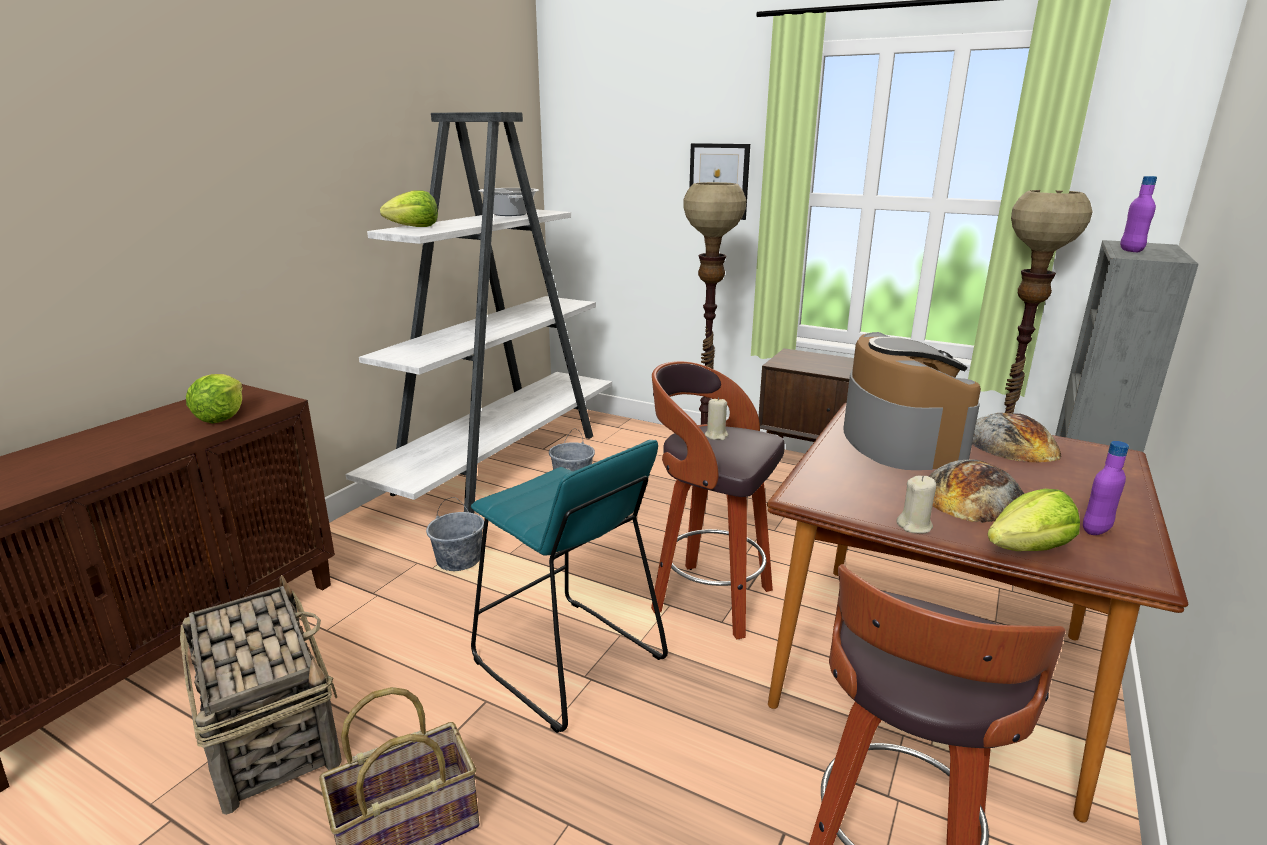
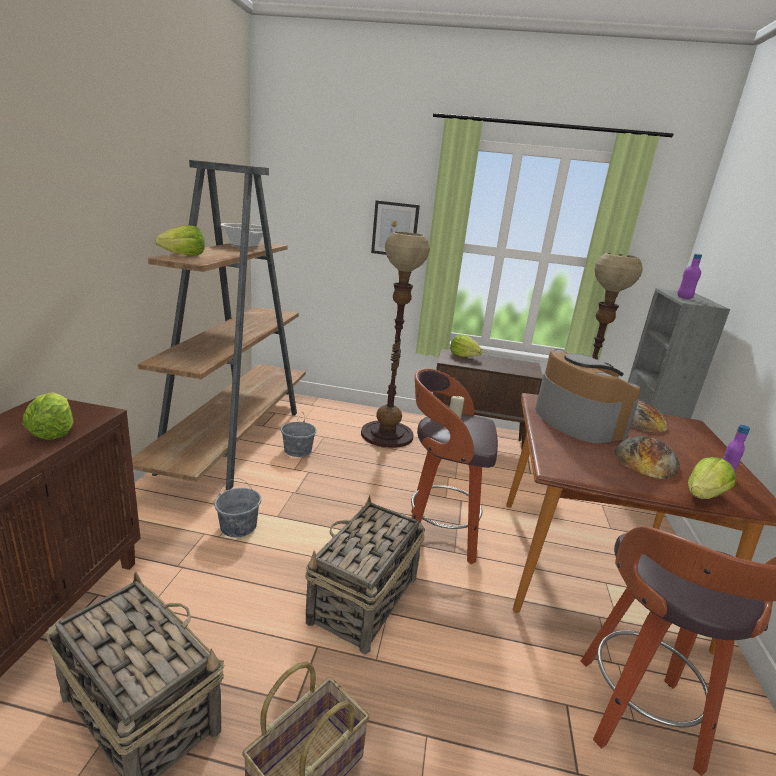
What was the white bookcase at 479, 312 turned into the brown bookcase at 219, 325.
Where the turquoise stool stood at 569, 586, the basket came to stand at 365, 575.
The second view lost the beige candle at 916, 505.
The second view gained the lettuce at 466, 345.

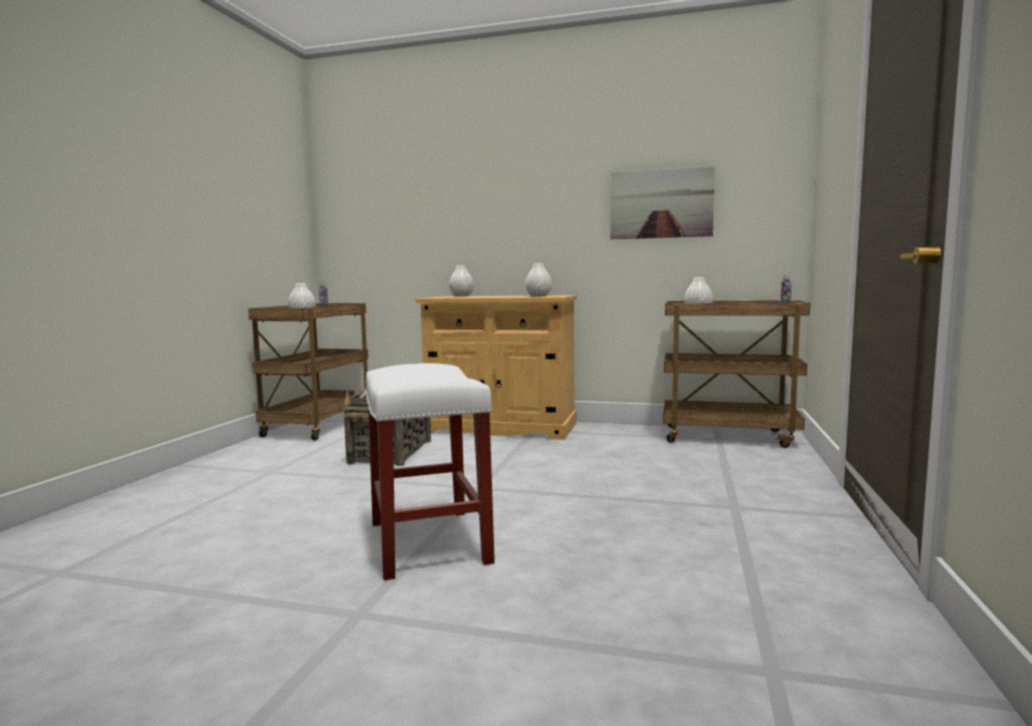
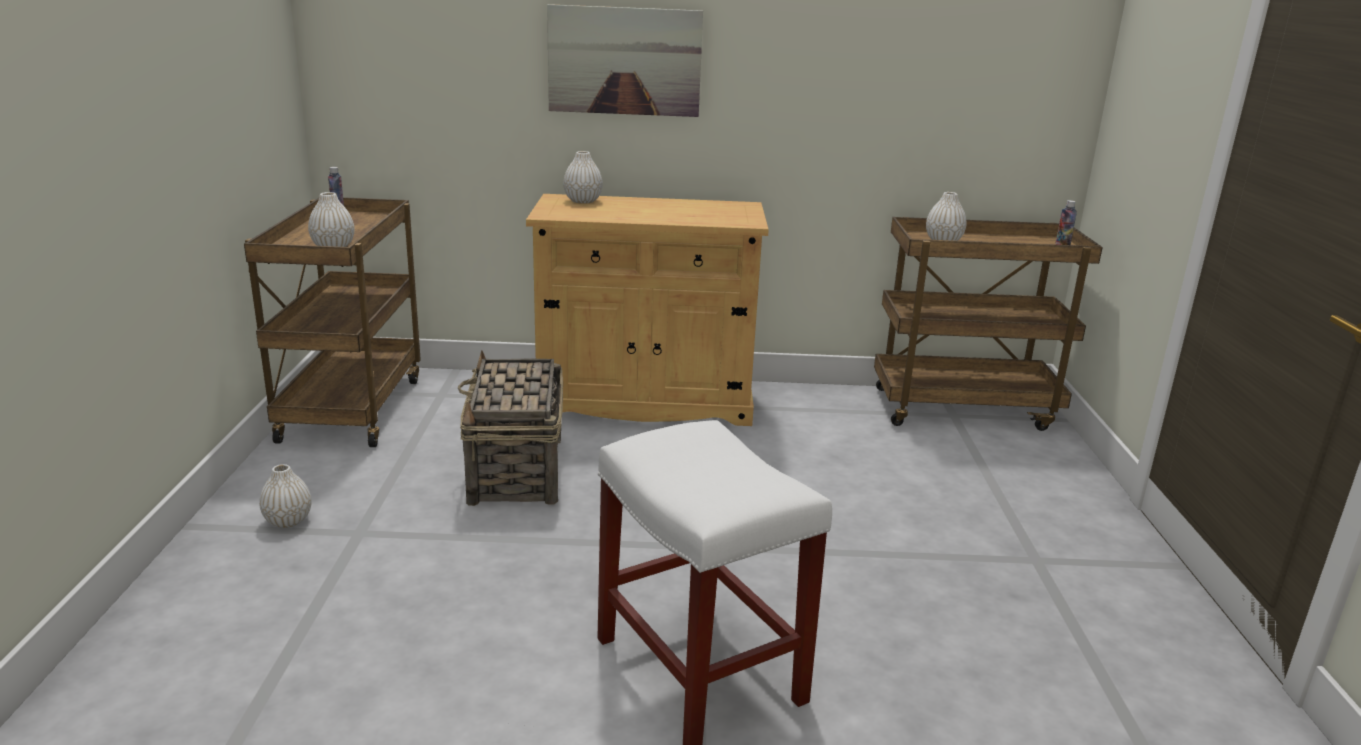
The white vase ended up elsewhere, having gone from 538, 280 to 285, 496.
The picture ended up elsewhere, having gone from 662, 202 to 625, 60.

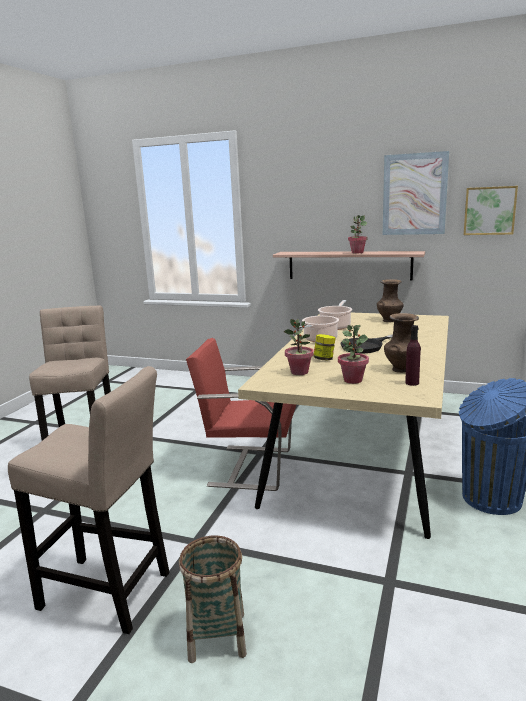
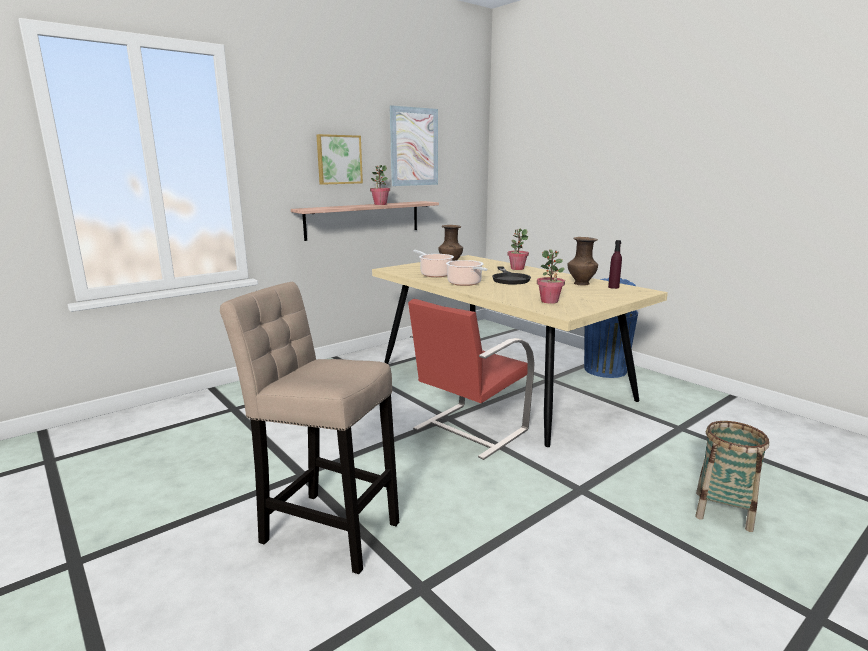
The second view lost the beige stool at 88, 500.
The second view lost the jar at 324, 347.
The potted plant ended up elsewhere, having gone from 353, 354 to 518, 249.
The picture ended up elsewhere, having gone from 491, 210 to 340, 159.

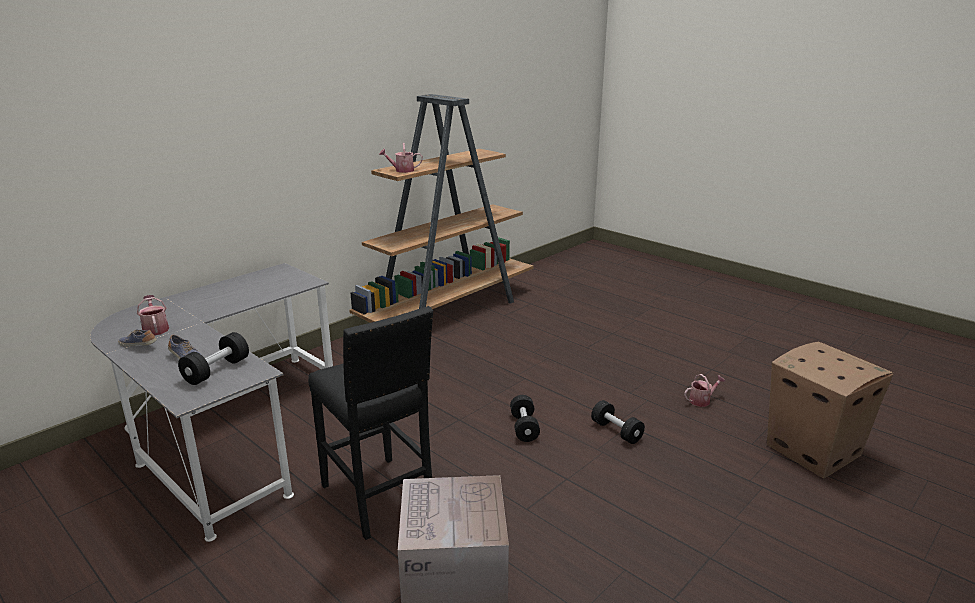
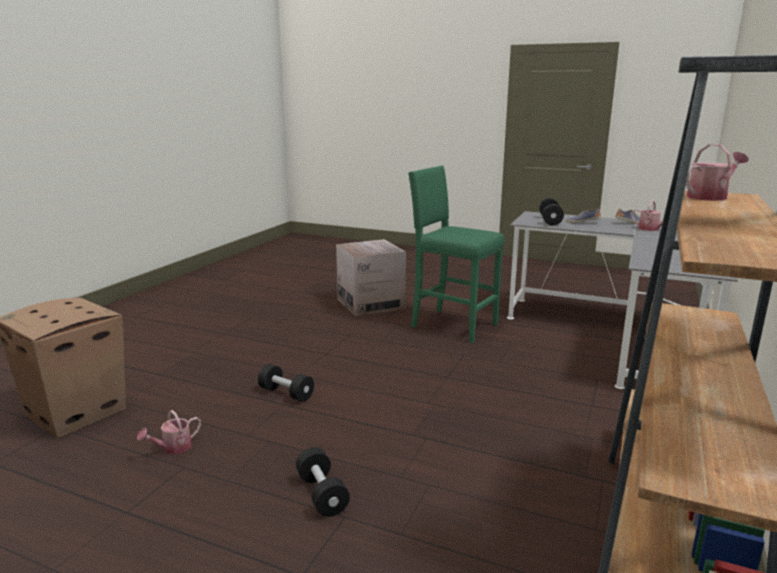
What was the black stool at 370, 423 turned into the green stool at 456, 254.
The black dumbbell ended up elsewhere, having gone from 525, 418 to 323, 482.

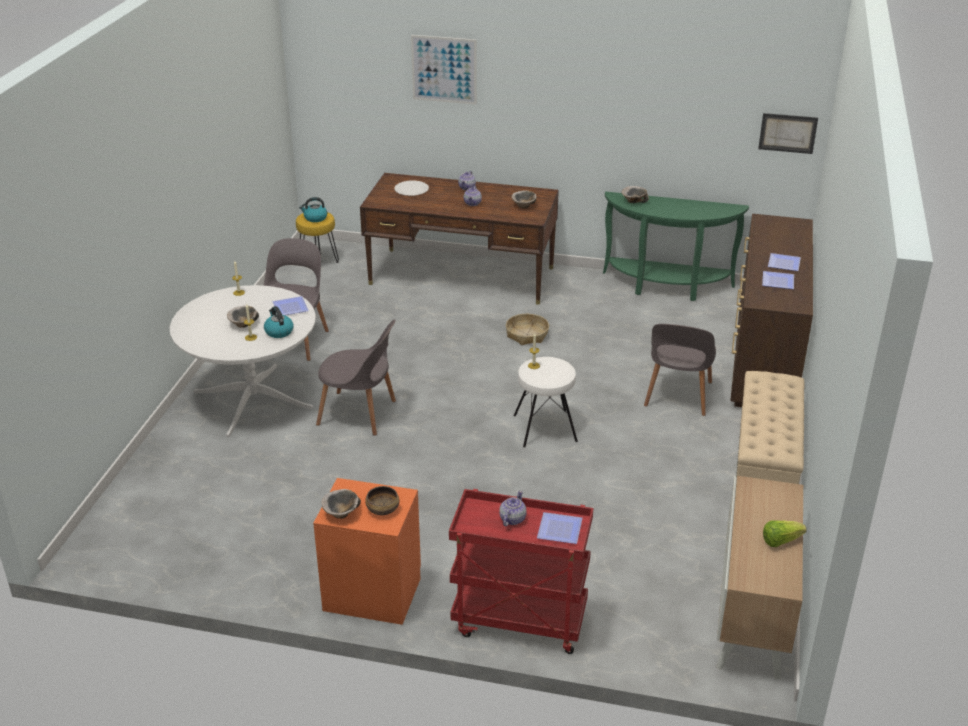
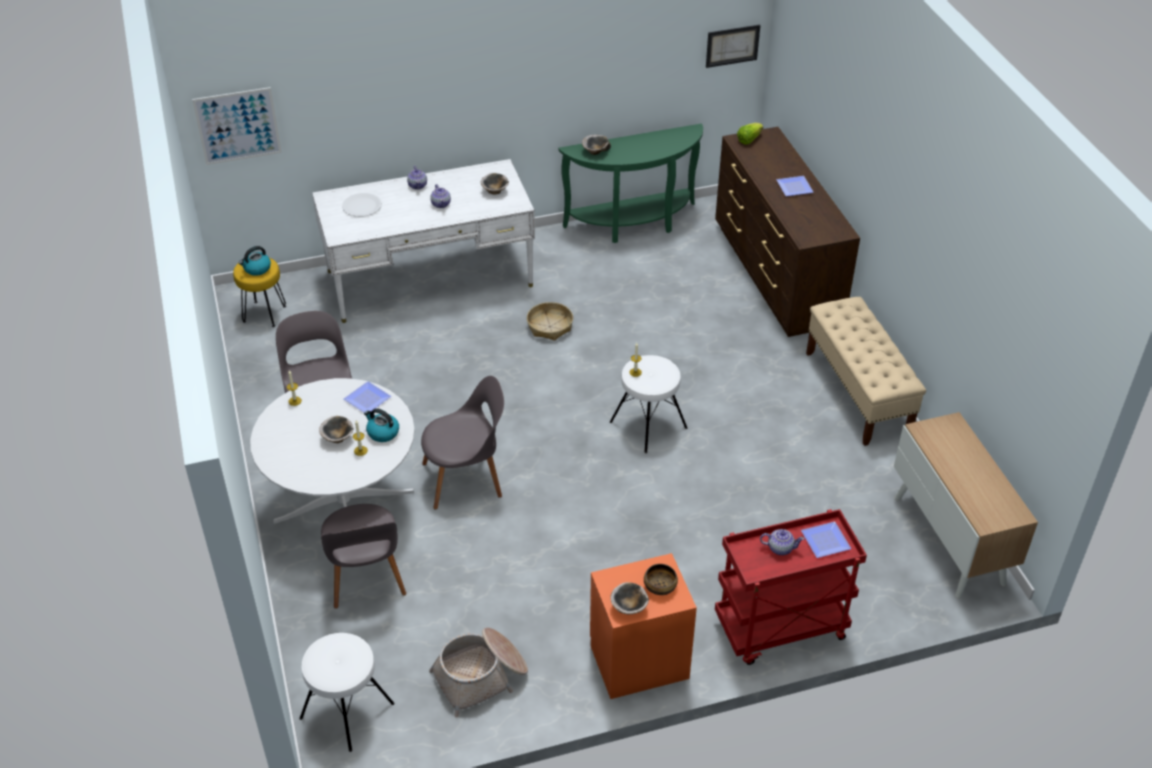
What was the brown desk at 459, 239 turned into the white desk at 423, 241.
The picture ended up elsewhere, having gone from 444, 70 to 237, 126.
The teapot at 513, 508 ended up facing another way, 105 degrees clockwise from before.
The grey chair ended up elsewhere, having gone from 680, 370 to 363, 556.
The second view lost the plate at 778, 280.
The lettuce ended up elsewhere, having gone from 785, 533 to 750, 134.
The second view gained the white stool at 346, 692.
The second view gained the basket at 478, 672.

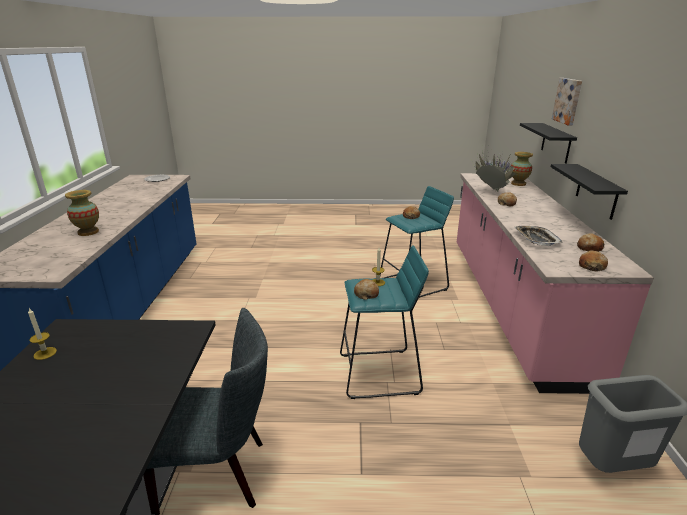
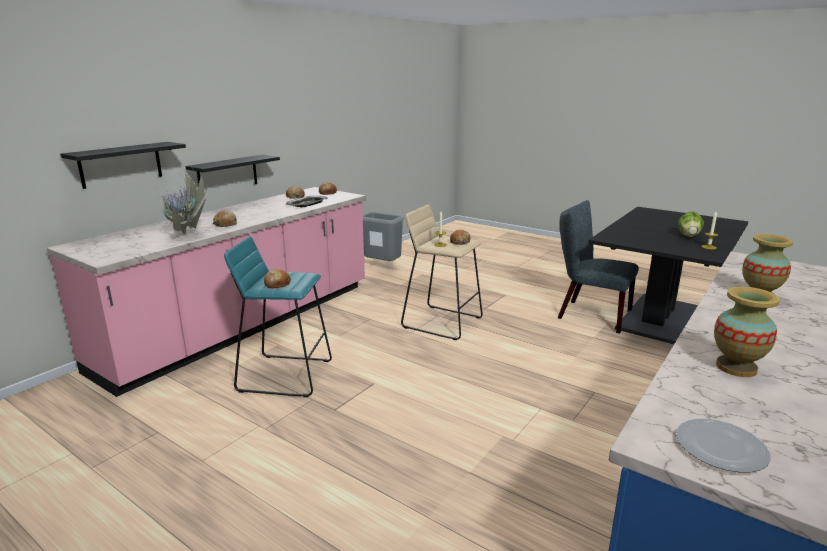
What was the turquoise stool at 384, 322 turned into the beige stool at 442, 272.
The vase ended up elsewhere, having gone from 522, 169 to 747, 332.
The second view lost the picture at 567, 102.
The second view gained the lettuce at 691, 224.

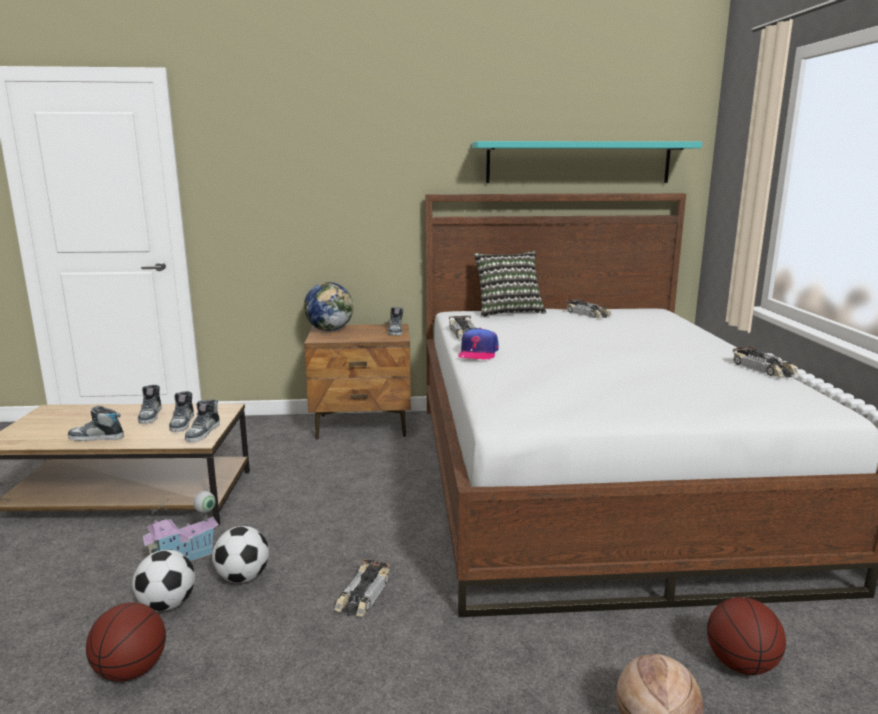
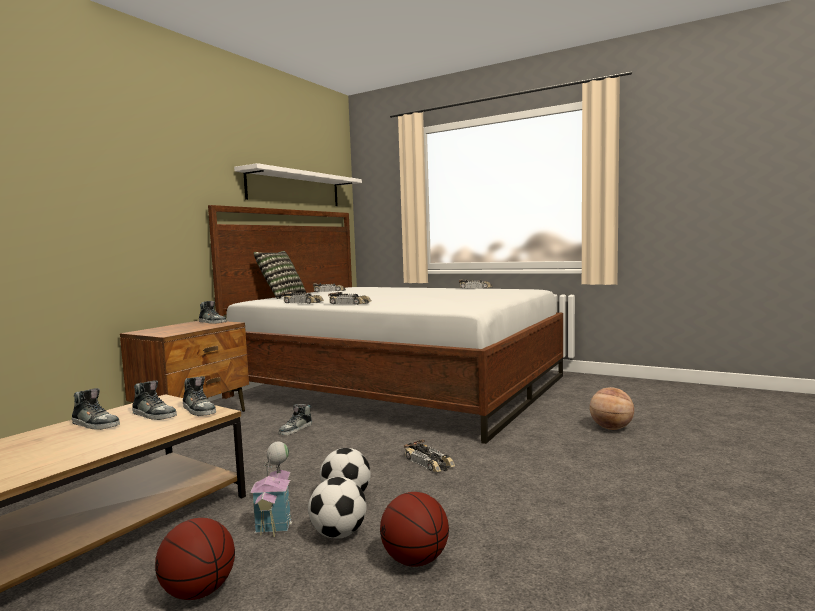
The shoe ended up elsewhere, having gone from 96, 423 to 295, 419.
The second view lost the globe at 328, 306.
Where the cap stood at 478, 343, the toy car came to stand at 350, 298.
What was the turquoise shelf at 587, 162 turned into the white shelf at 298, 184.
The basketball ended up elsewhere, having gone from 746, 636 to 195, 559.

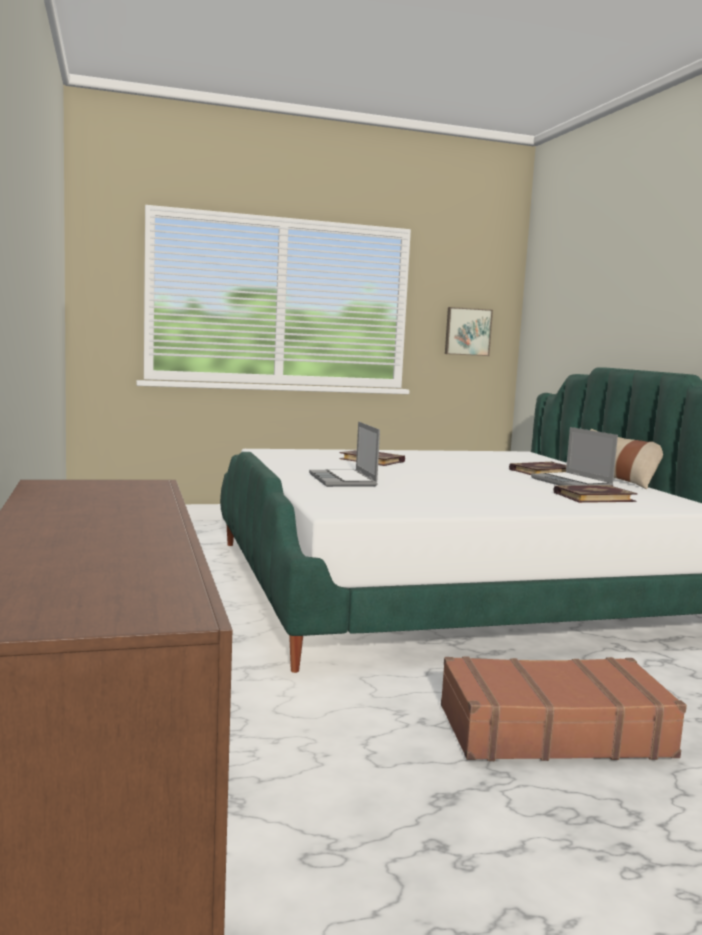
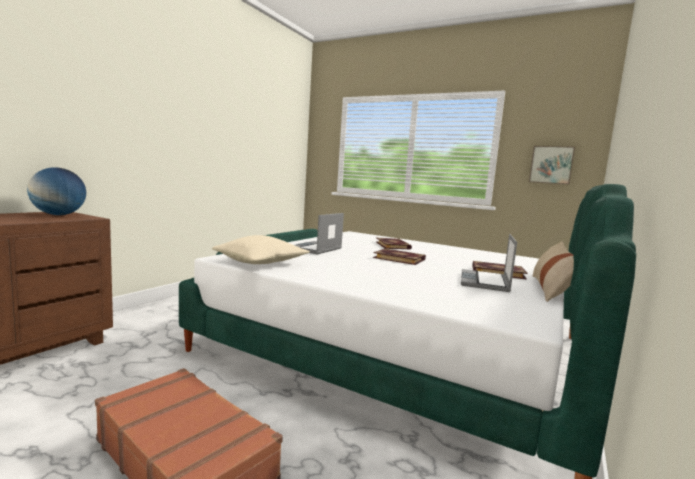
The book ended up elsewhere, having gone from 595, 494 to 399, 257.
The second view gained the globe at 56, 191.
The second view gained the beige pillow at 261, 249.

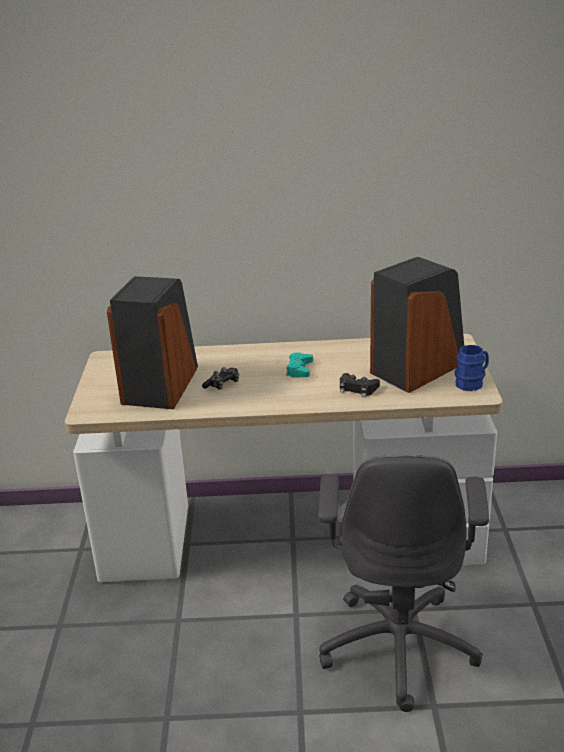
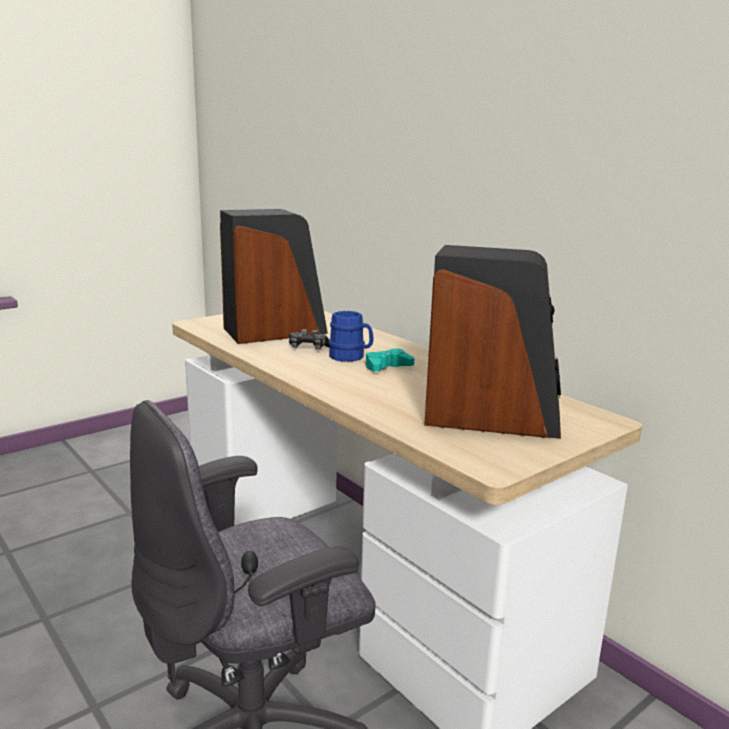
The second view lost the black game controller at 360, 385.
The blue mug ended up elsewhere, having gone from 472, 368 to 351, 336.

